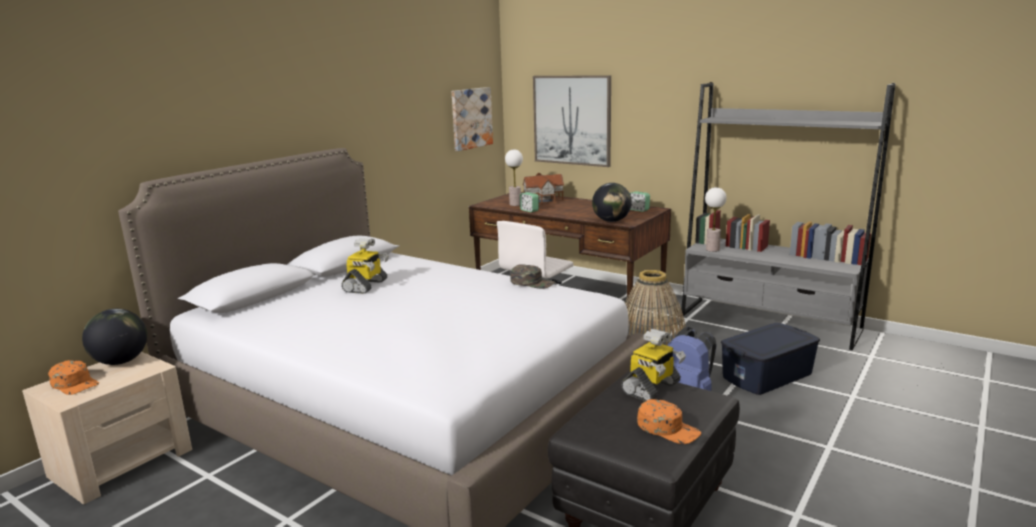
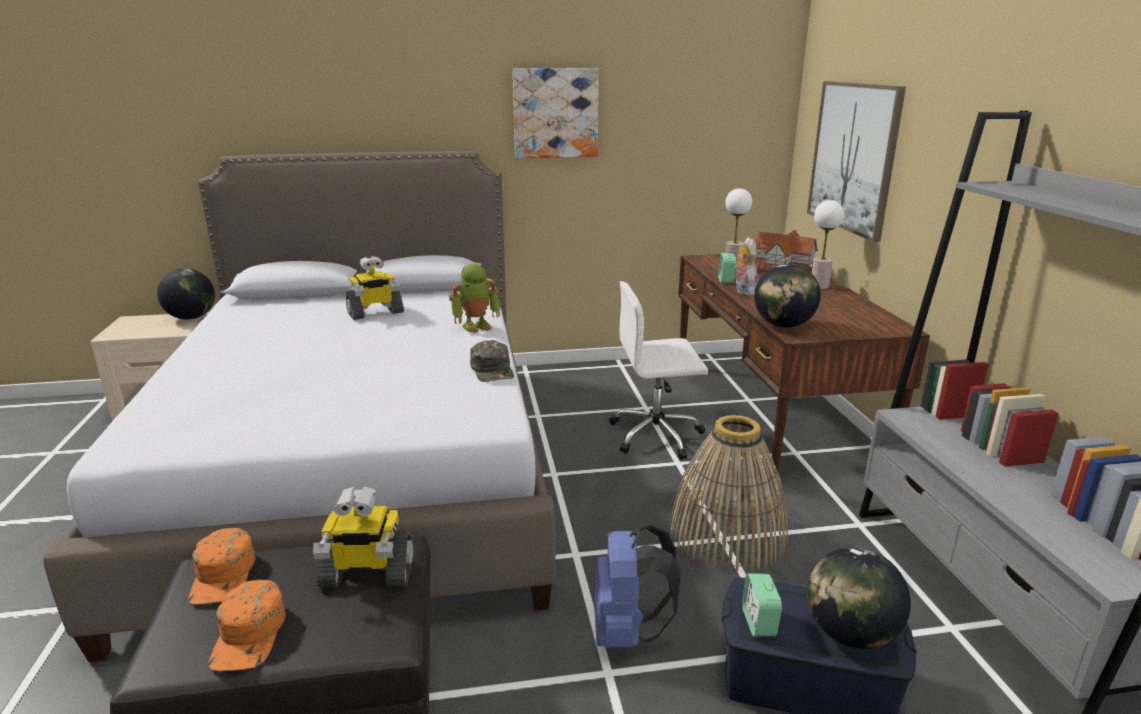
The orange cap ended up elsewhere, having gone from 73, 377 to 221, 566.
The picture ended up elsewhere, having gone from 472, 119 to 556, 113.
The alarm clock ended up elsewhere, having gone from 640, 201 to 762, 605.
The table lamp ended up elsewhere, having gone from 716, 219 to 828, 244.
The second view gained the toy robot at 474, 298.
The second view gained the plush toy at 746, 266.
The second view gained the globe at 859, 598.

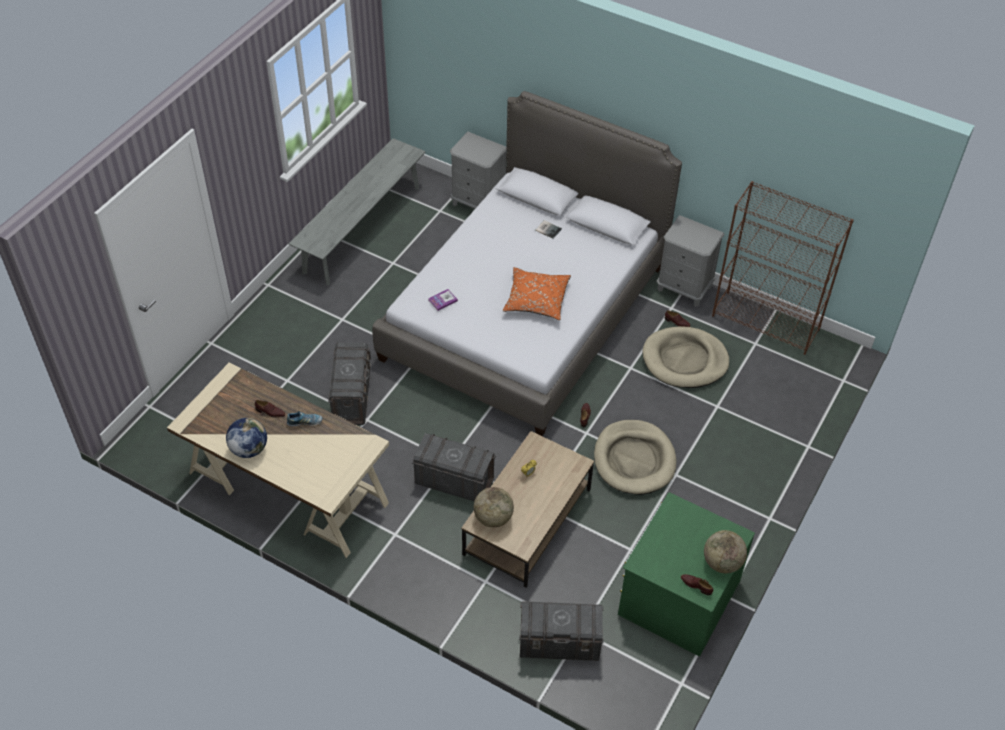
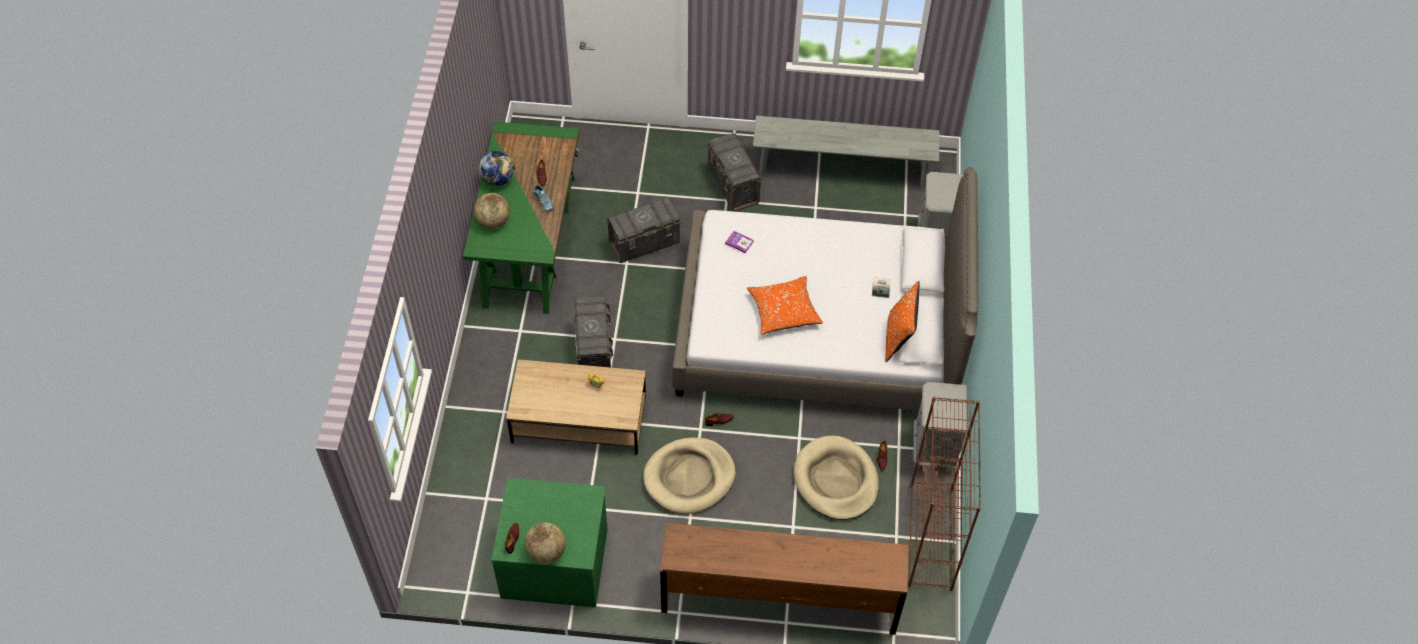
What was the beige desk at 278, 460 turned into the green desk at 521, 218.
The globe ended up elsewhere, having gone from 494, 507 to 492, 211.
The grey storage box ended up elsewhere, having gone from 561, 631 to 734, 172.
The second view gained the brown dresser at 784, 579.
The second view gained the orange pillow at 902, 321.

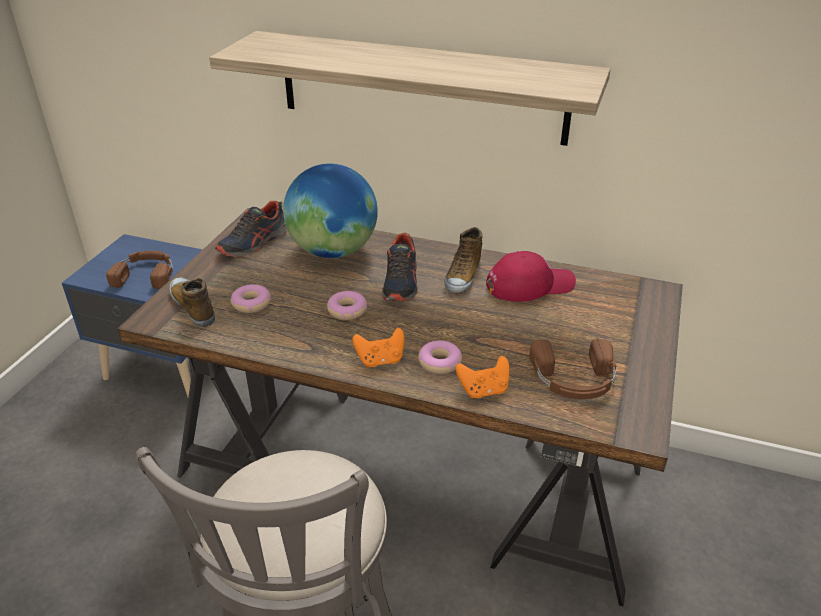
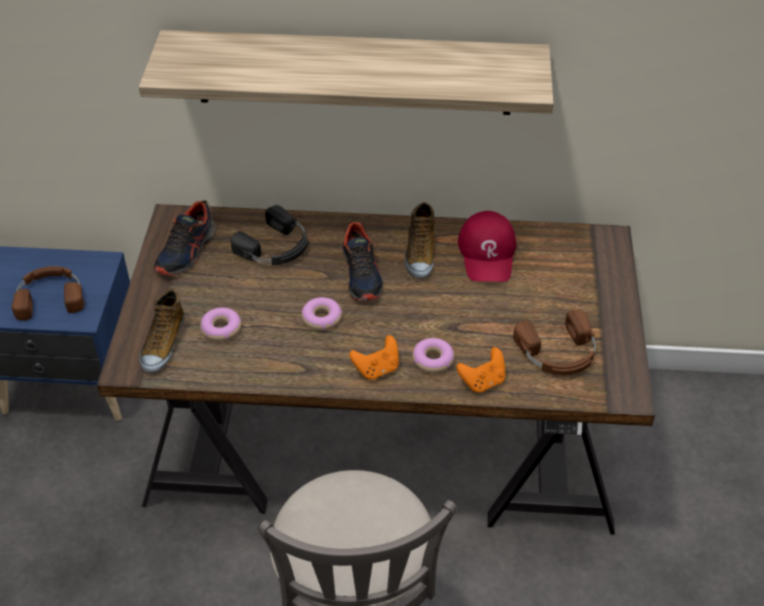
The shoe at 192, 302 ended up facing another way, 120 degrees counterclockwise from before.
Where the globe stood at 330, 211, the black headphones came to stand at 269, 235.
The red cap at 531, 276 ended up facing another way, 120 degrees clockwise from before.

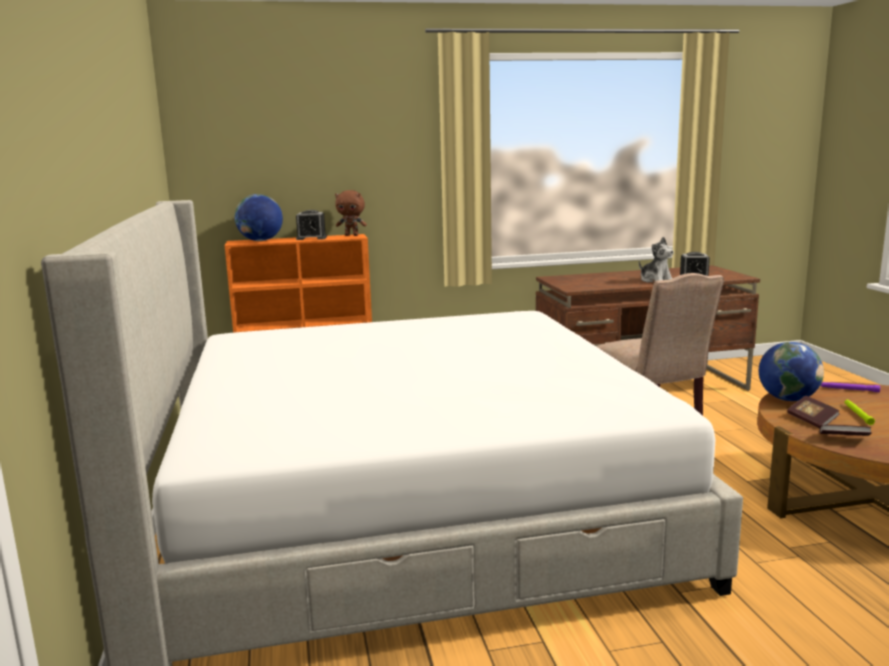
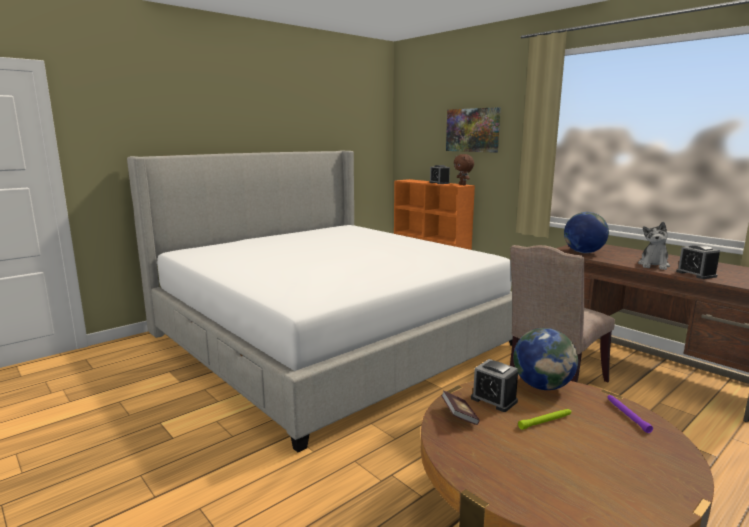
The globe ended up elsewhere, having gone from 259, 217 to 586, 232.
Where the book stood at 813, 412, the alarm clock came to stand at 494, 385.
The second view gained the picture at 473, 130.

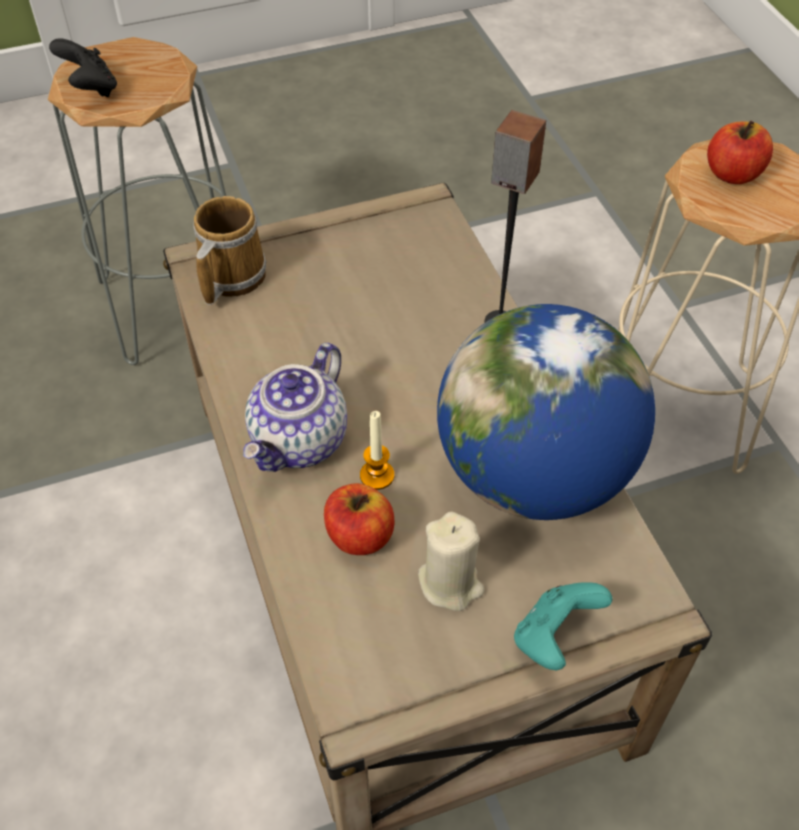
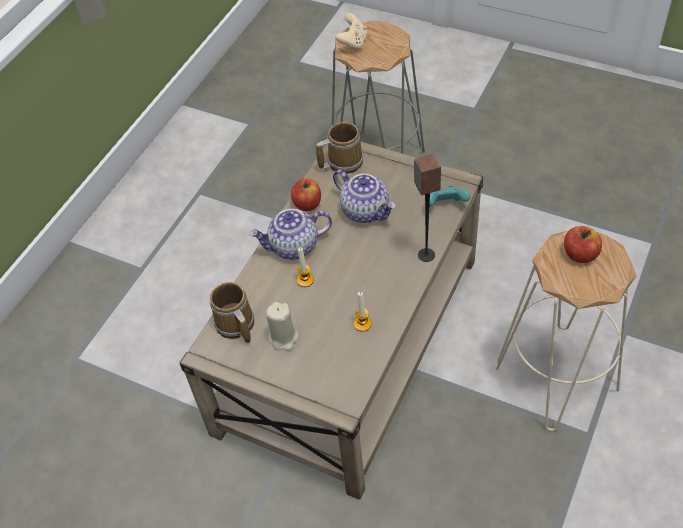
What was the black game controller at 83, 68 turned into the beige game controller at 351, 32.
The apple ended up elsewhere, having gone from 359, 519 to 306, 194.
Where the globe stood at 546, 412, the candle came to stand at 363, 312.
The turquoise game controller ended up elsewhere, having gone from 563, 626 to 450, 195.
The second view gained the mug at 232, 312.
The second view gained the teapot at 364, 196.

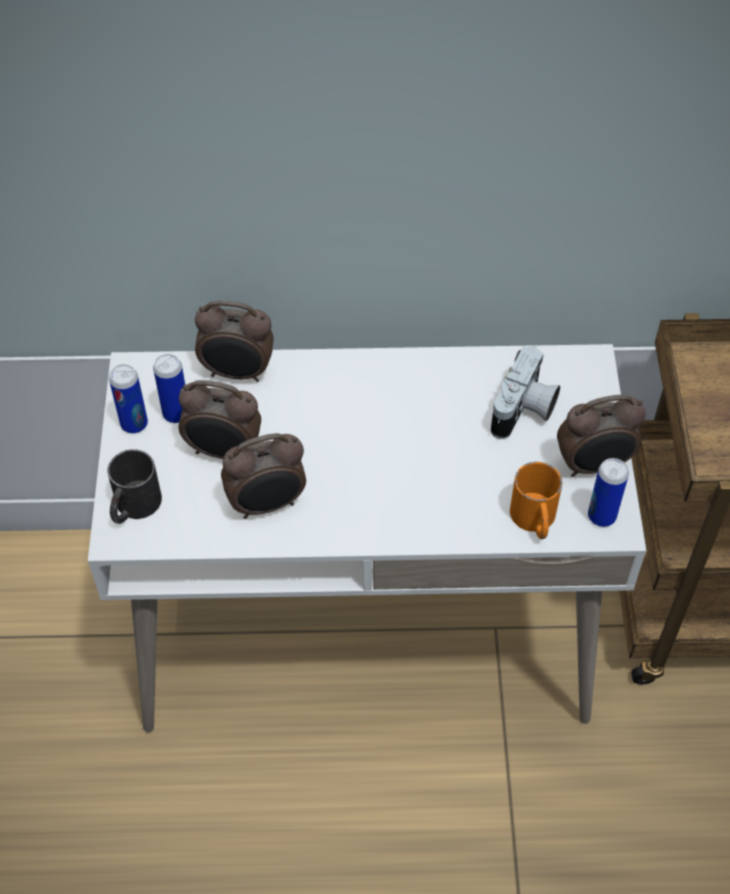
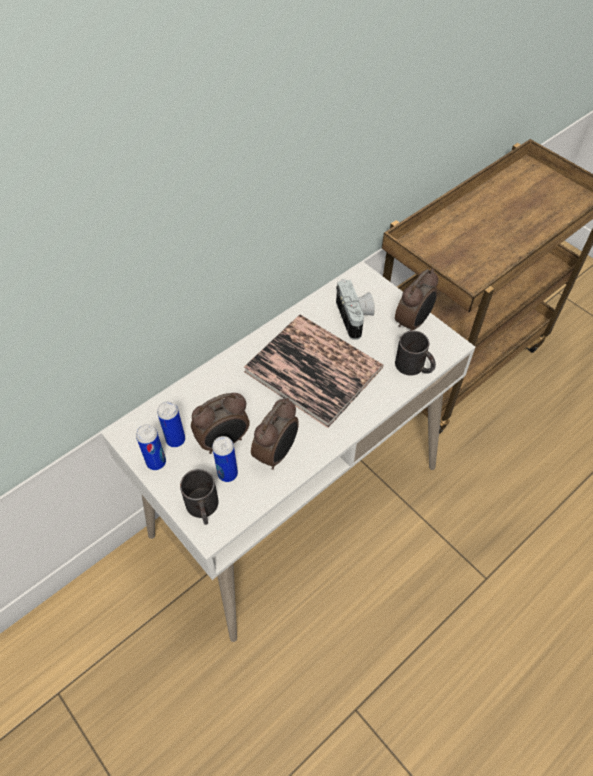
The second view lost the alarm clock at 234, 341.
What was the orange mug at 536, 500 turned into the black mug at 415, 353.
The can ended up elsewhere, having gone from 608, 492 to 225, 459.
The second view gained the book at 314, 371.

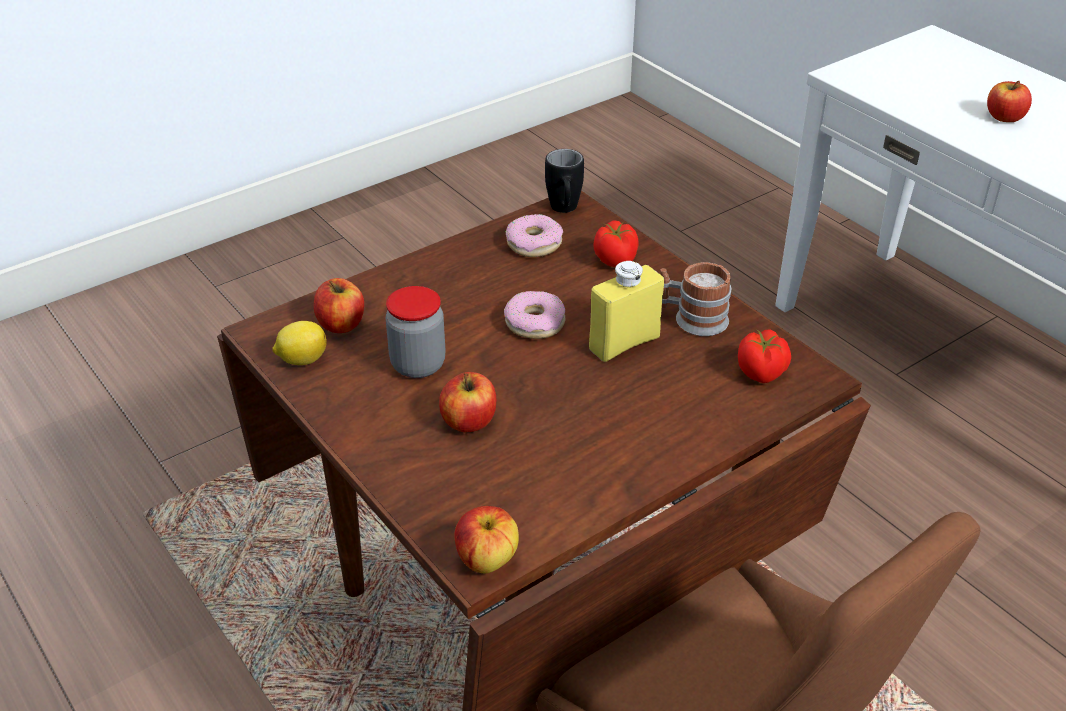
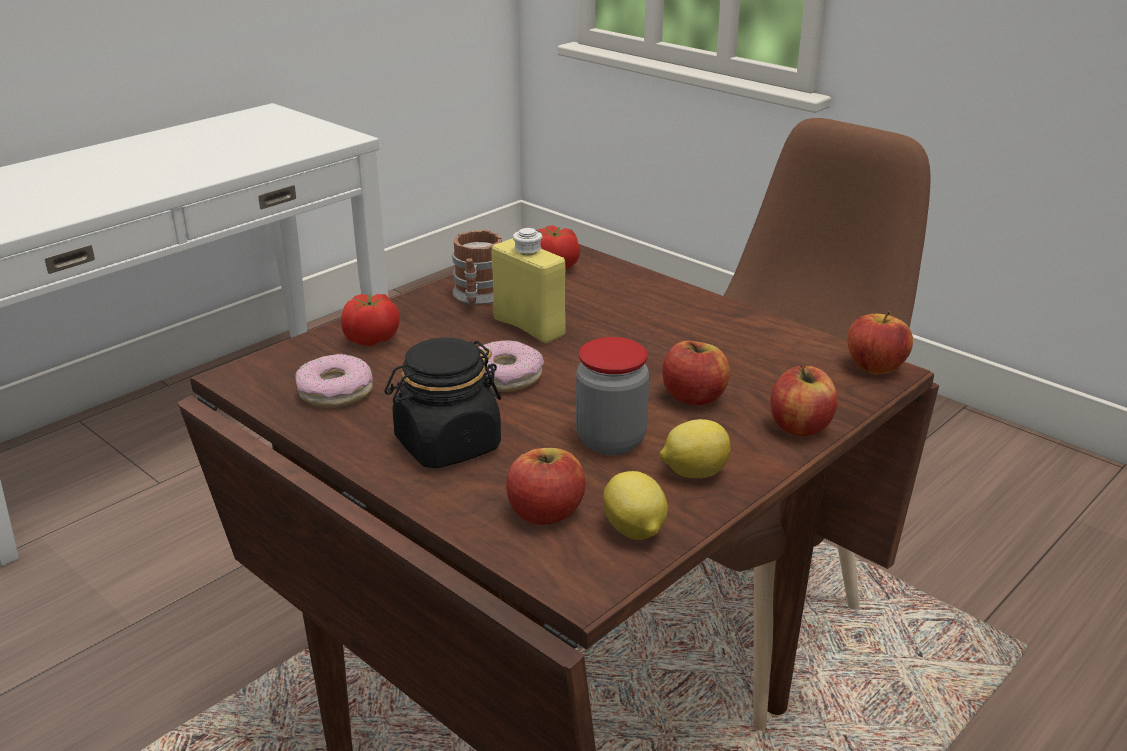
The second view lost the black mug at 564, 181.
The apple ended up elsewhere, having gone from 1009, 101 to 804, 400.
The second view gained the black jar at 442, 403.
The second view gained the lemon at 695, 448.

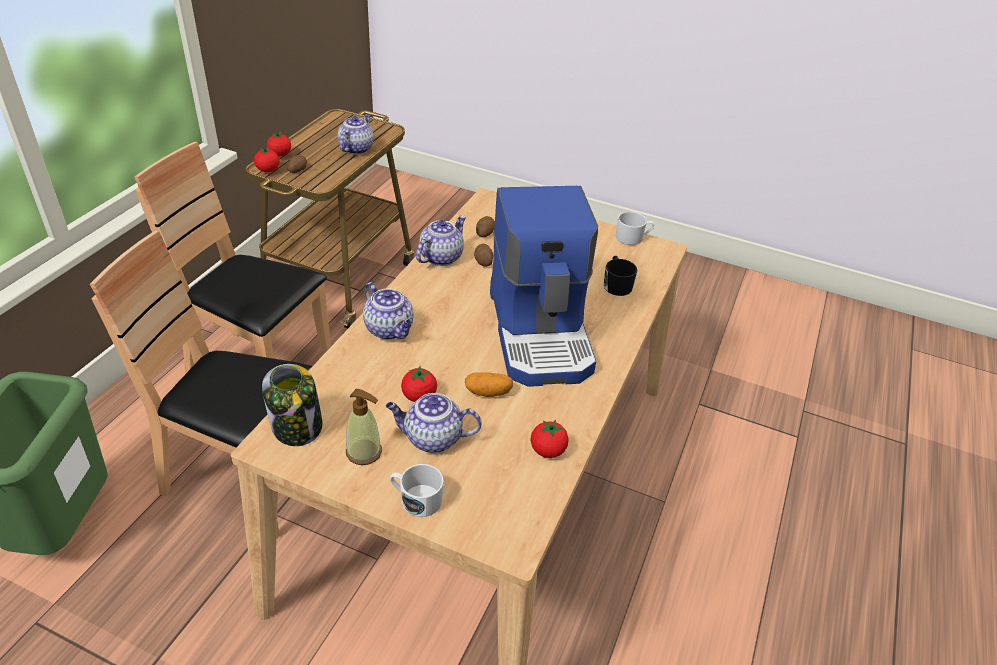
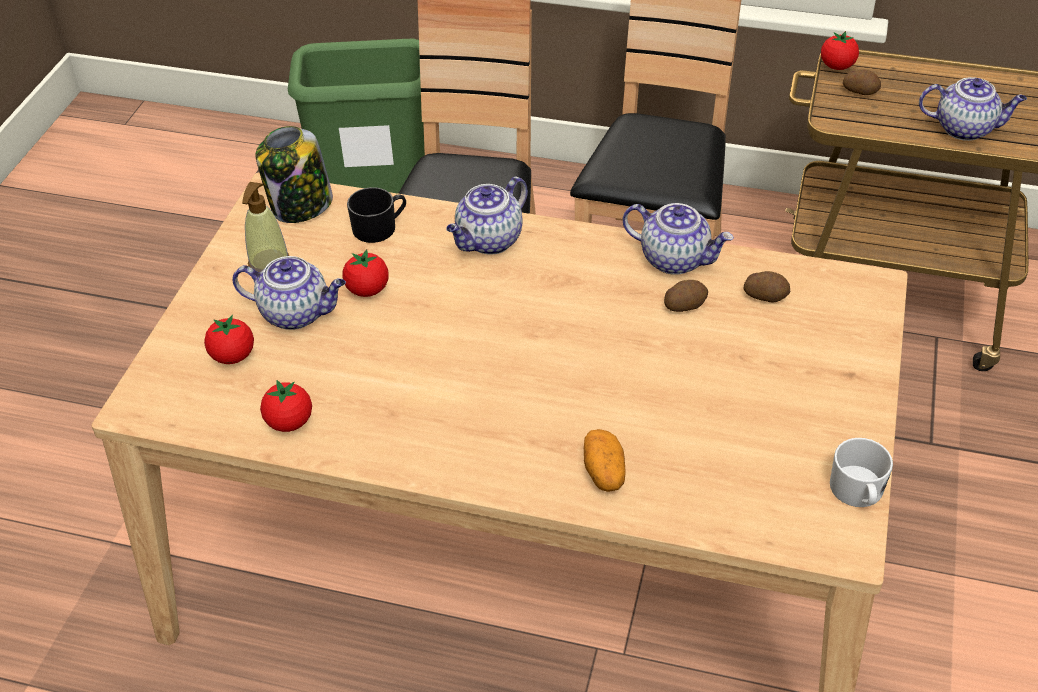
The tomato ended up elsewhere, having gone from 279, 144 to 229, 339.
The teapot at 434, 423 ended up facing another way, 105 degrees clockwise from before.
The second view lost the white mug at 417, 490.
The potato ended up elsewhere, having gone from 489, 384 to 605, 460.
The second view lost the coffee machine at 544, 286.
The black mug ended up elsewhere, having gone from 620, 276 to 376, 215.

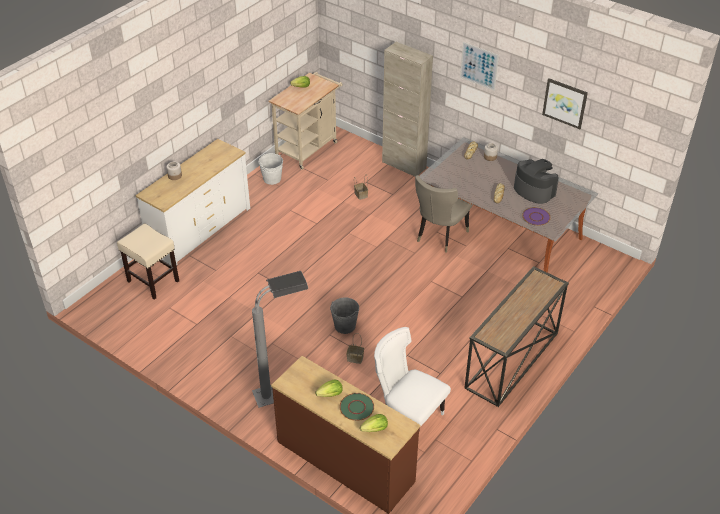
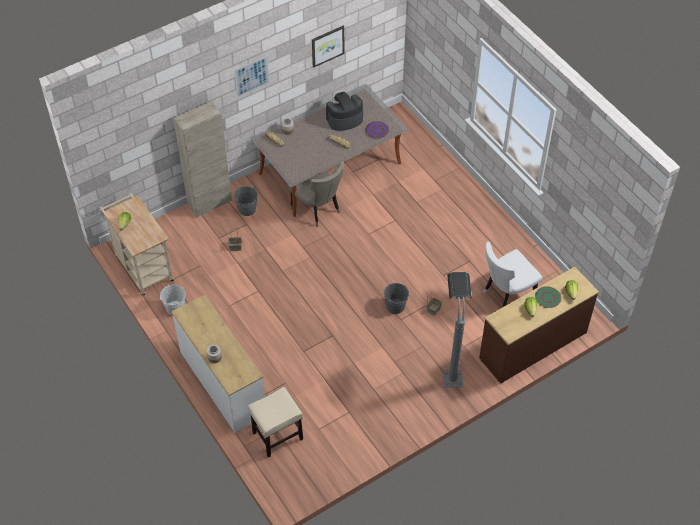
The second view lost the console table at 516, 336.
The second view gained the grey bucket at 246, 201.

